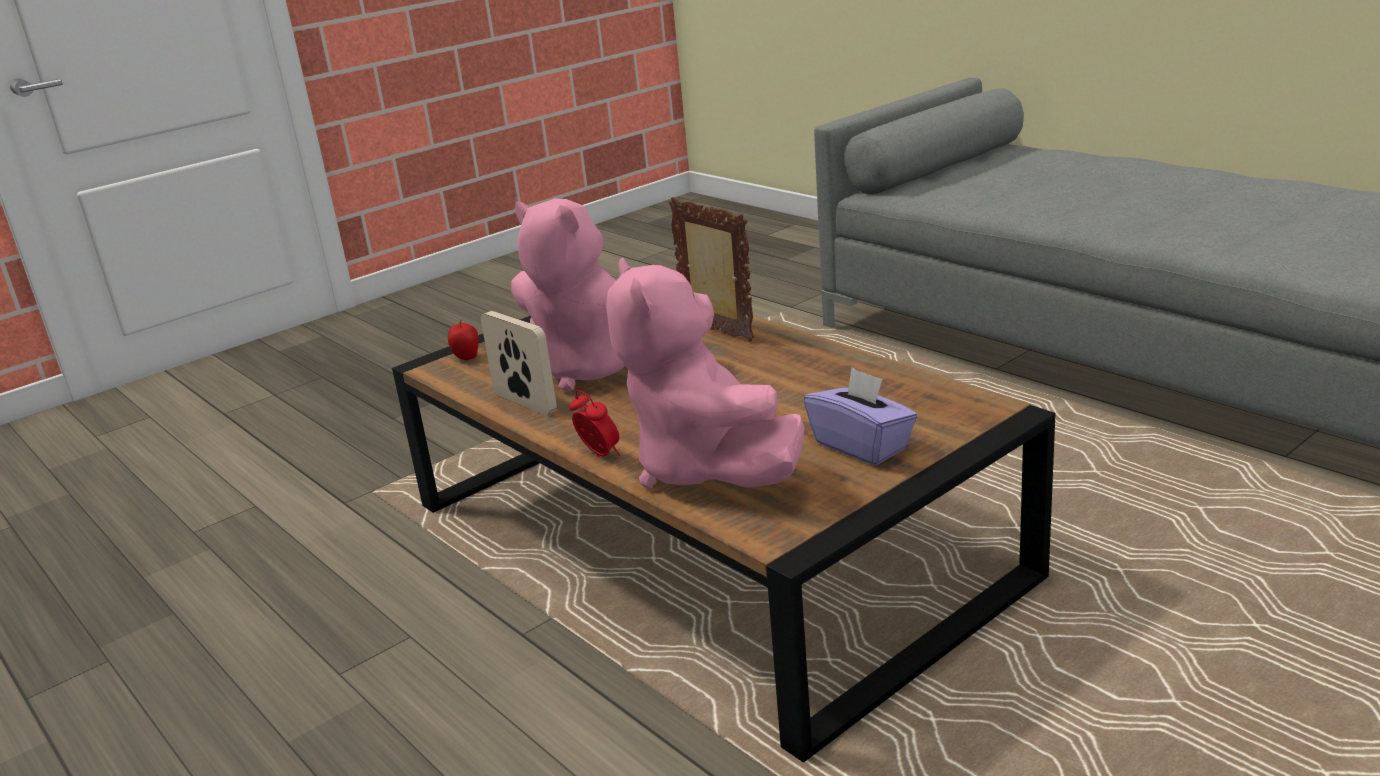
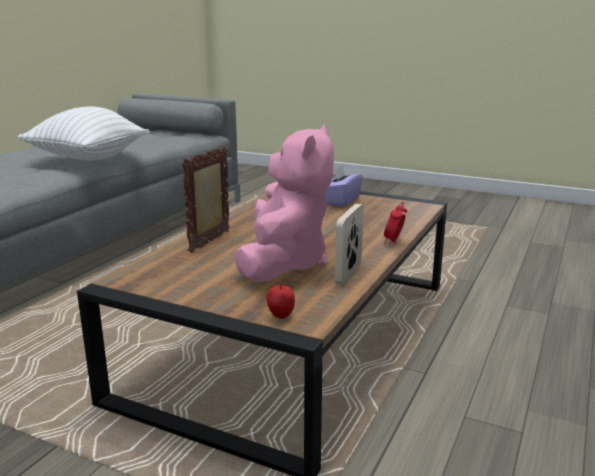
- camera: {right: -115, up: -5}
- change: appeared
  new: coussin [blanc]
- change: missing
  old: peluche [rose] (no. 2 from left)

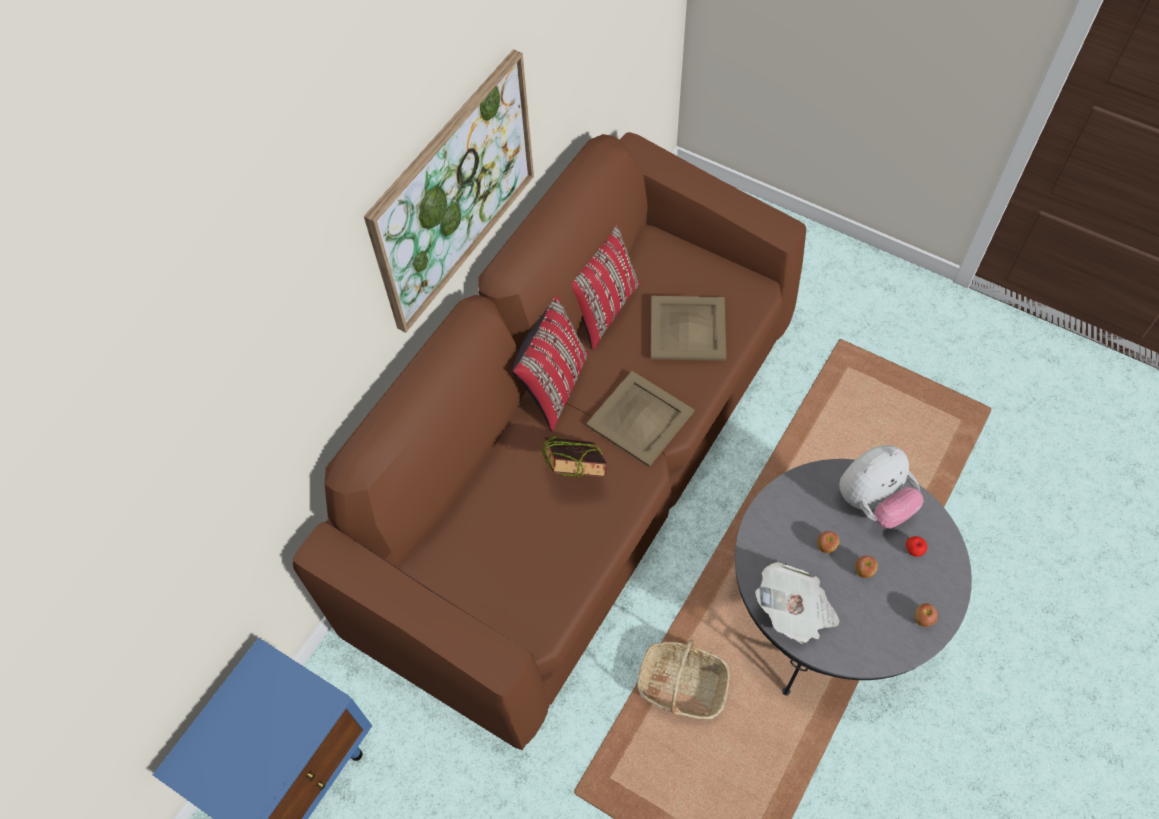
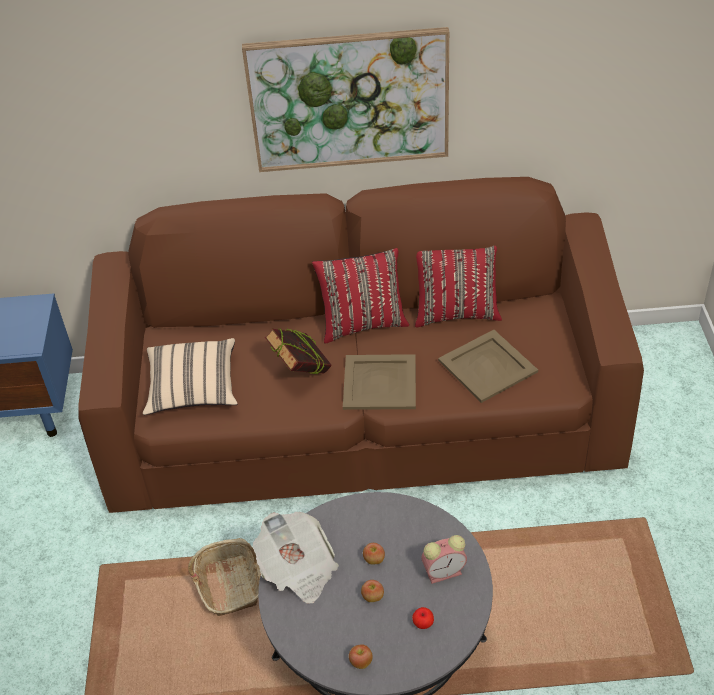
- camera: {right: 55, up: -15}
- change: appeared
  new: coussin [beige]
- change: exchanged
  old: peluche
  new: réveil

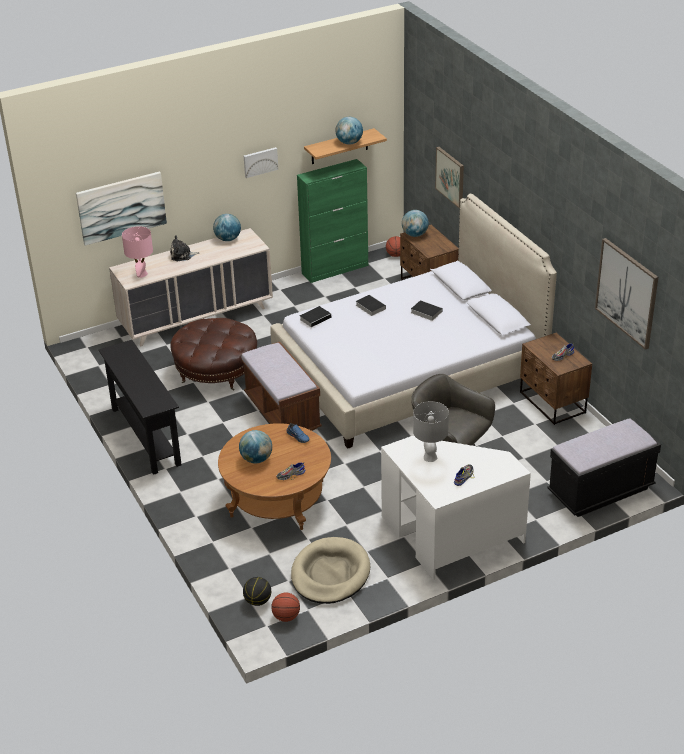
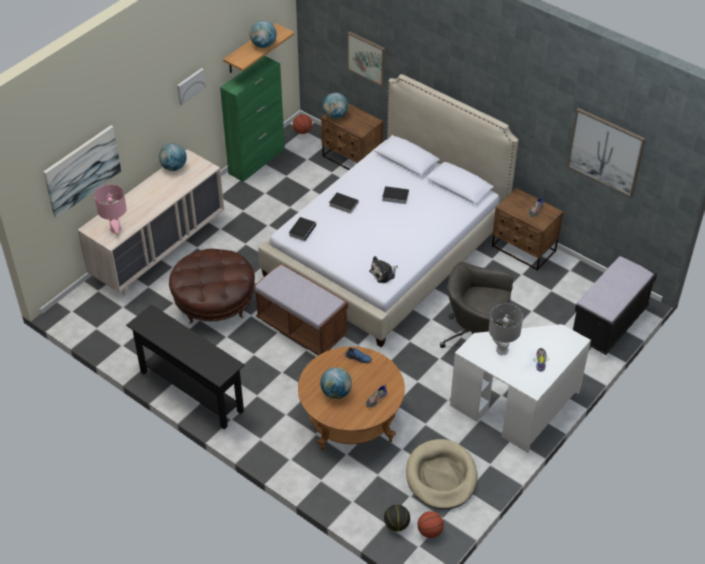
- camera: {right: -25, up: 10}
- change: relocated
  old: peluche

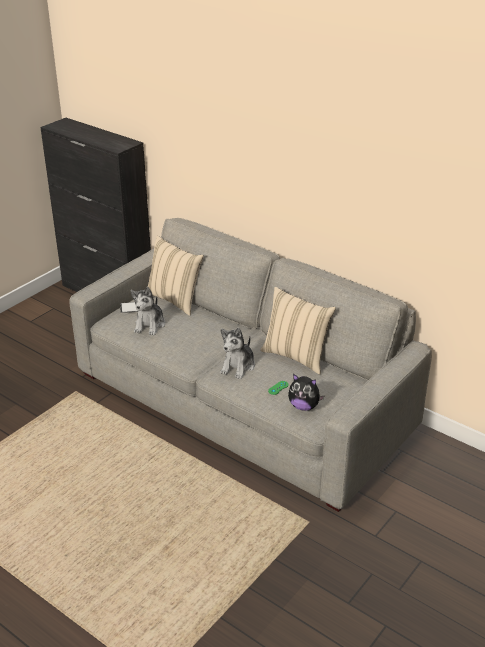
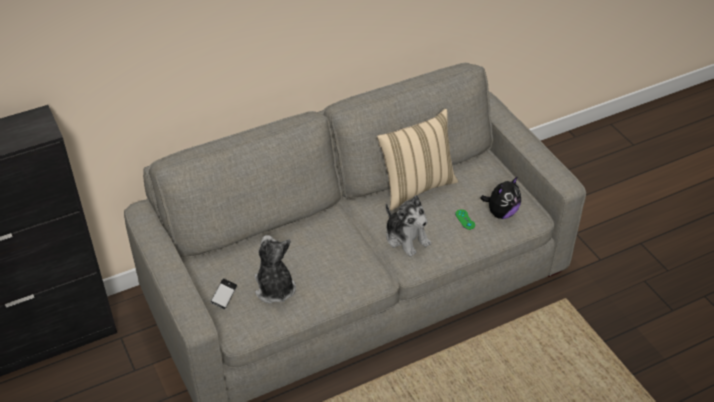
- camera: {right: -65, up: 10}
- change: spun
  old: peluche (no. 1 from left)
  degrees: -150
- change: missing
  old: coussin [beige] (no. 1 from left)

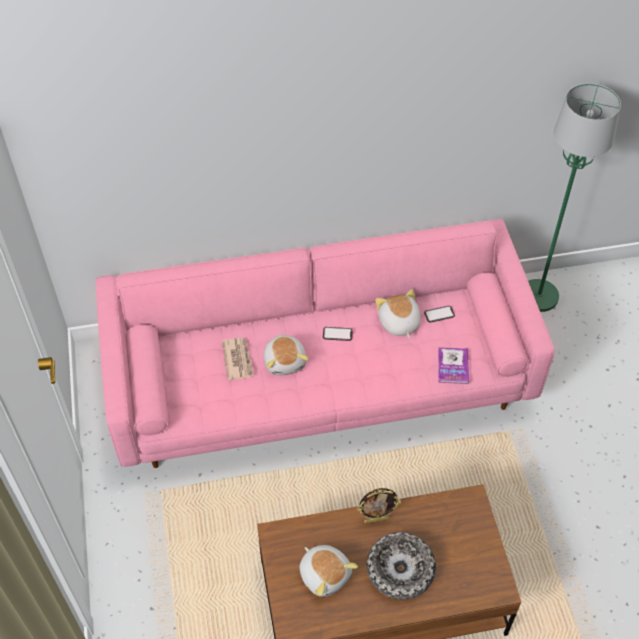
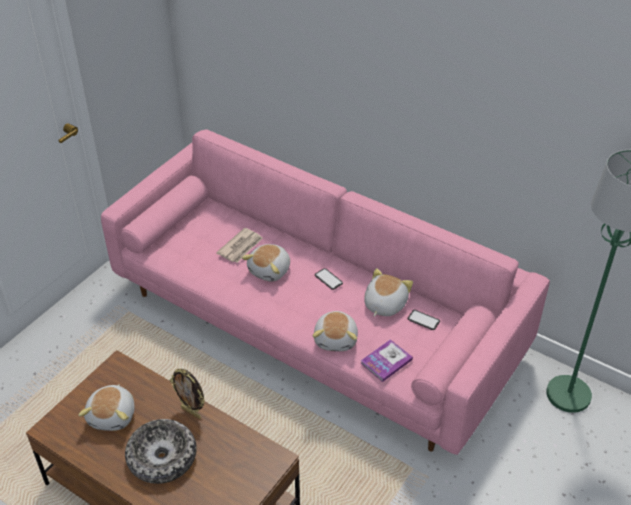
- camera: {right: 45, up: -10}
- change: appeared
  new: peluche (no. 3 from left)

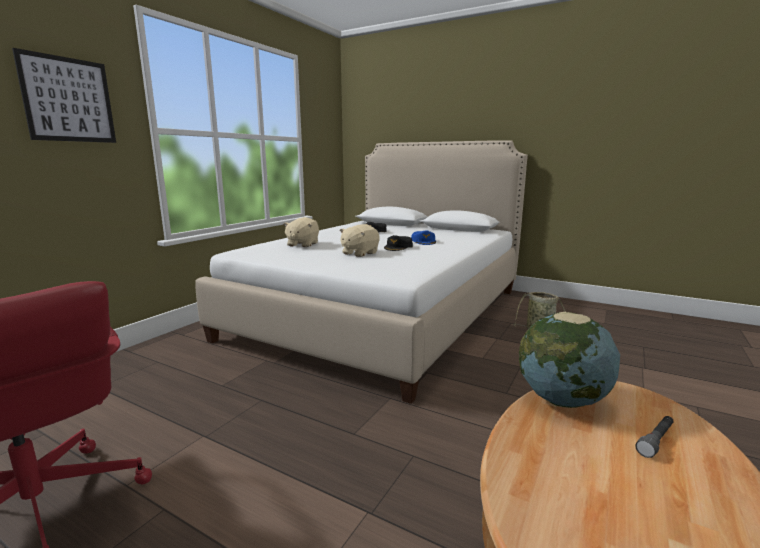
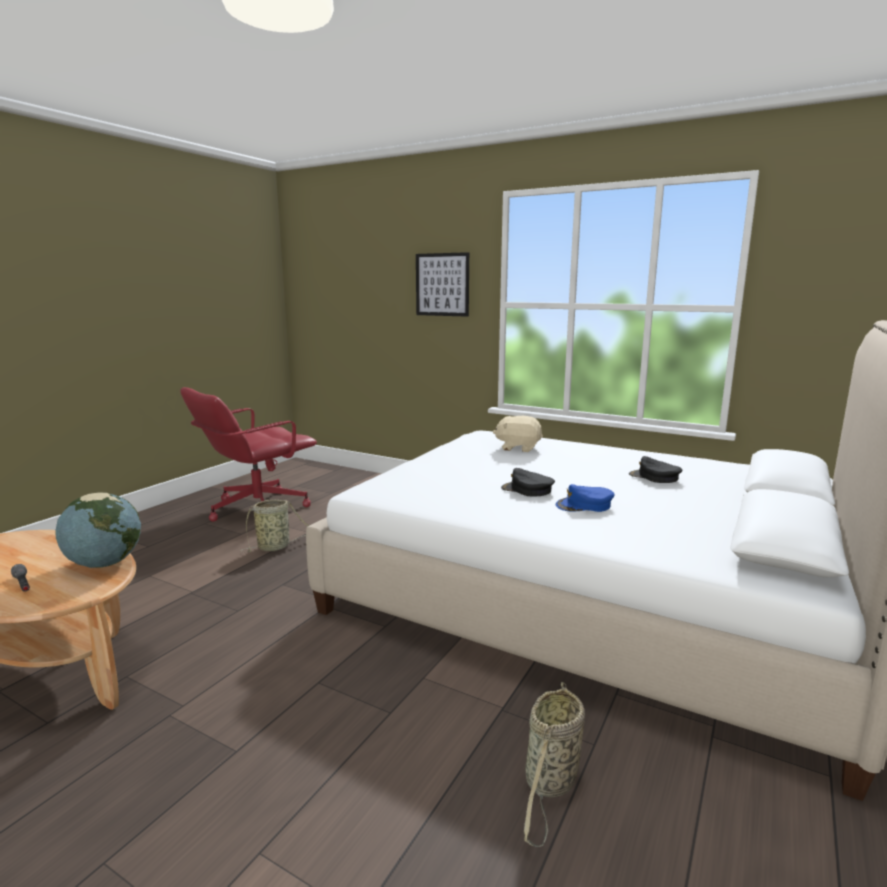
- camera: {right: 90, up: 0}
- change: appeared
  new: panier (no. 1 from left)
- change: missing
  old: peluche [beige] (no. 2 from left)

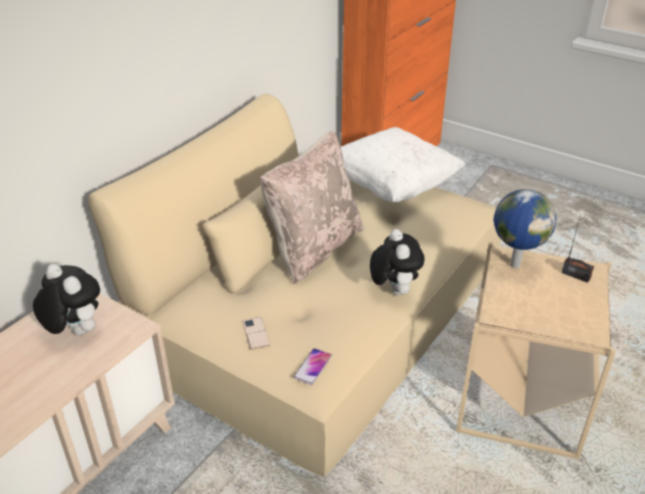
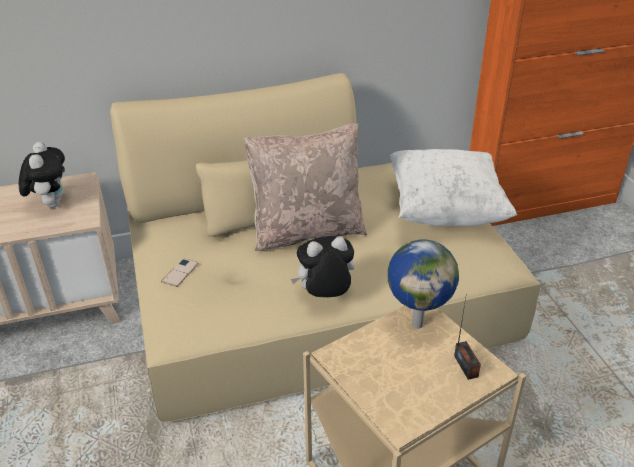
- camera: {right: 40, up: 0}
- change: spun
  old: peluche (no. 2 from left)
  degrees: -135
- change: missing
  old: téléphone (no. 2 from left)

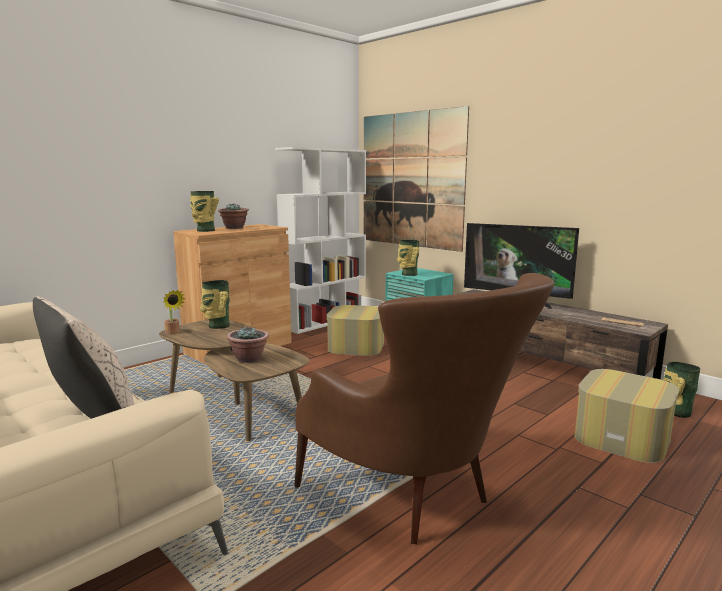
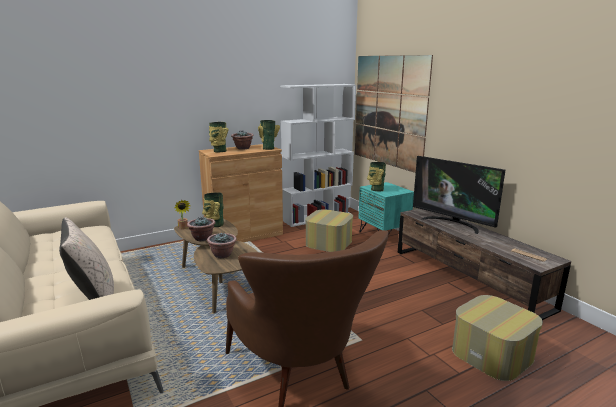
- camera: {right: 15, up: 5}
- change: appeared
  new: plante en pot (no. 2 from left)
- change: relocated
  old: vase (no. 4 from left in the first image)
  new: vase (no. 3 from left)

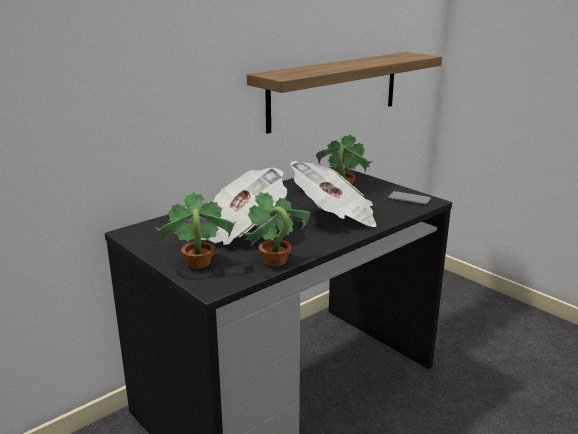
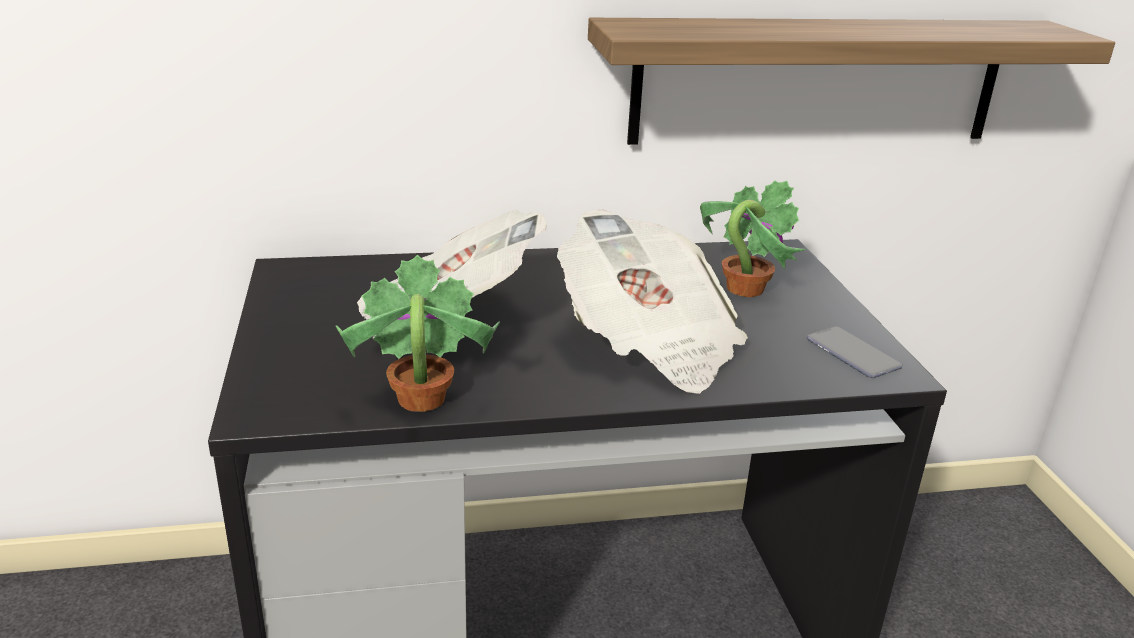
- camera: {right: 30, up: 5}
- change: missing
  old: plante en pot (no. 1 from left)

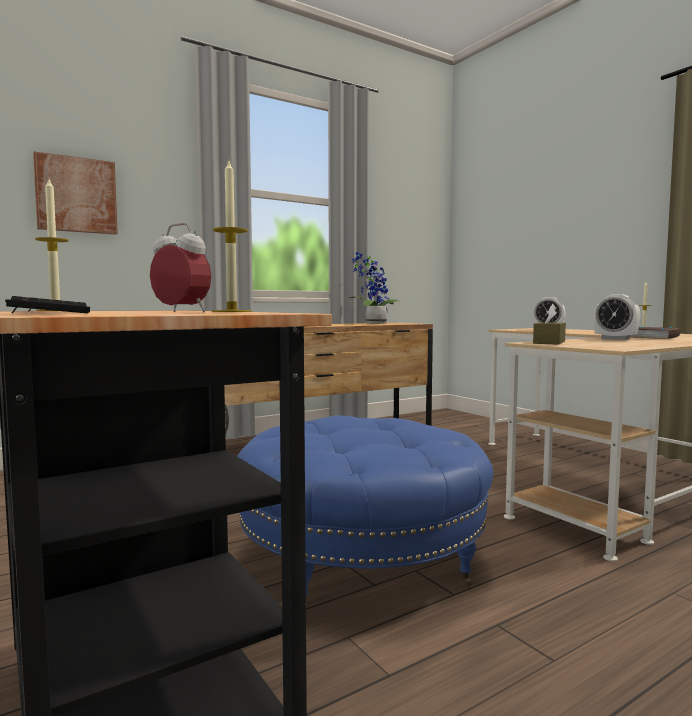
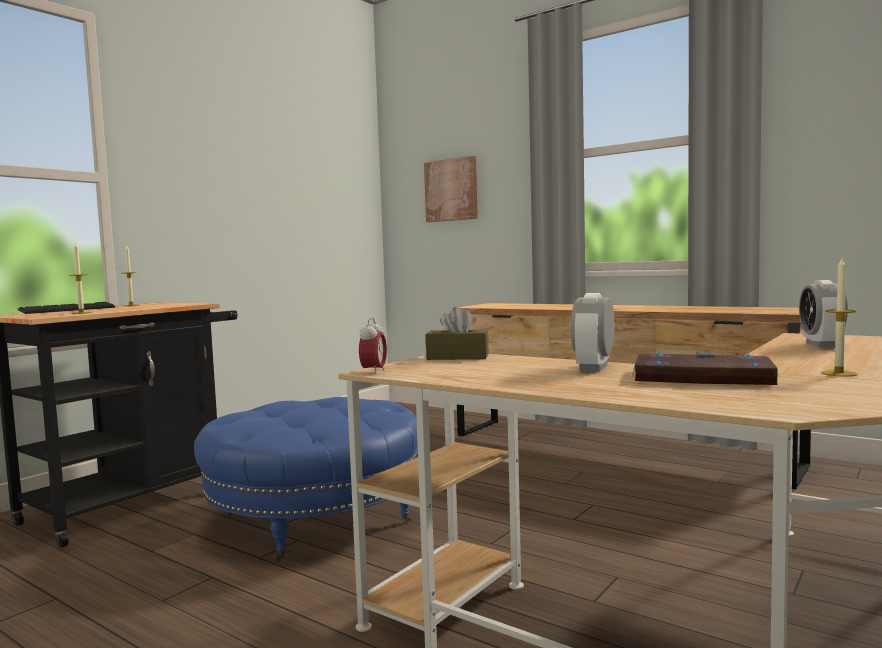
- camera: {right: 70, up: 0}
- change: relocated
  old: réveil (no. 1 from left)
- change: missing
  old: plante en pot

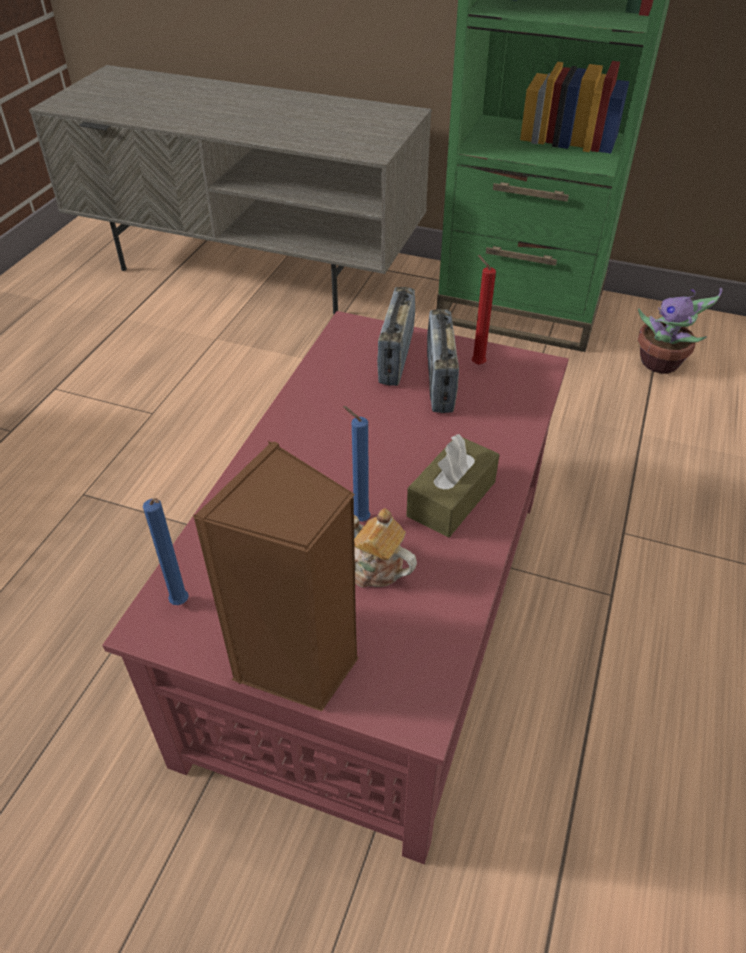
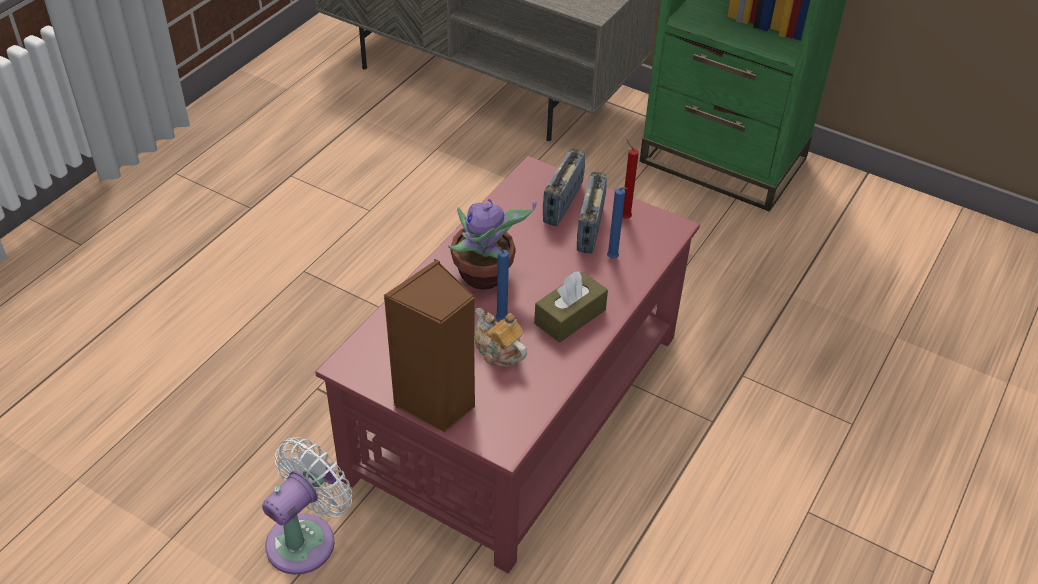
- camera: {right: 10, up: 0}
- change: appeared
  new: ventilateur [blanc]
- change: relocated
  old: plante en pot
- change: relocated
  old: bougie [bleu] (no. 1 from left in the first image)
  new: bougie [bleu] (no. 2 from left)

